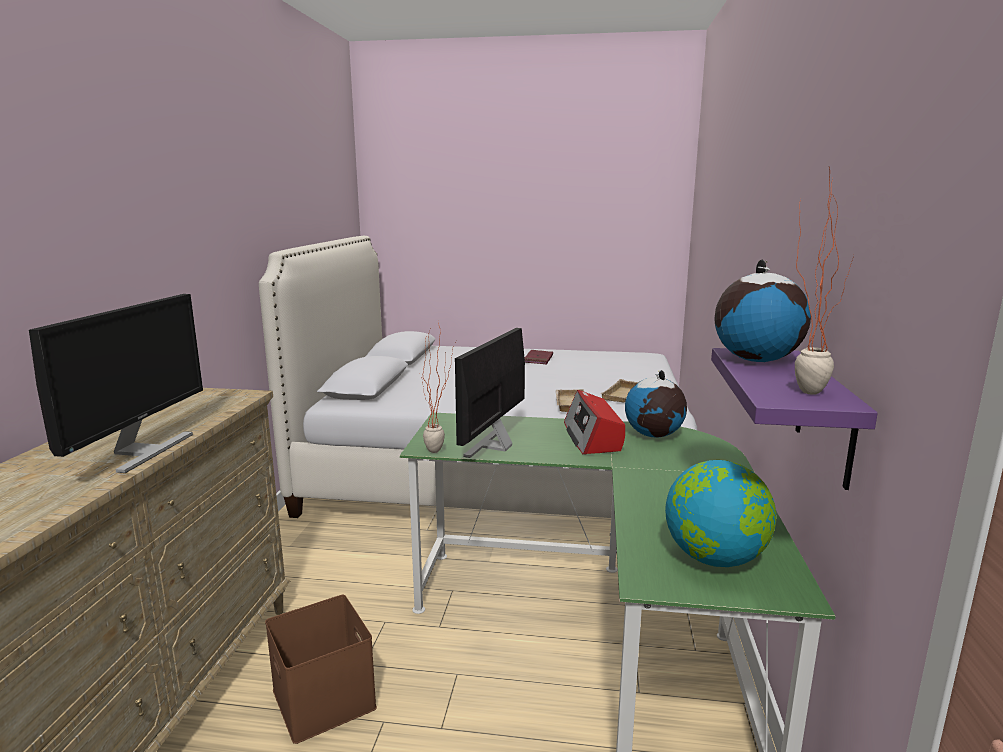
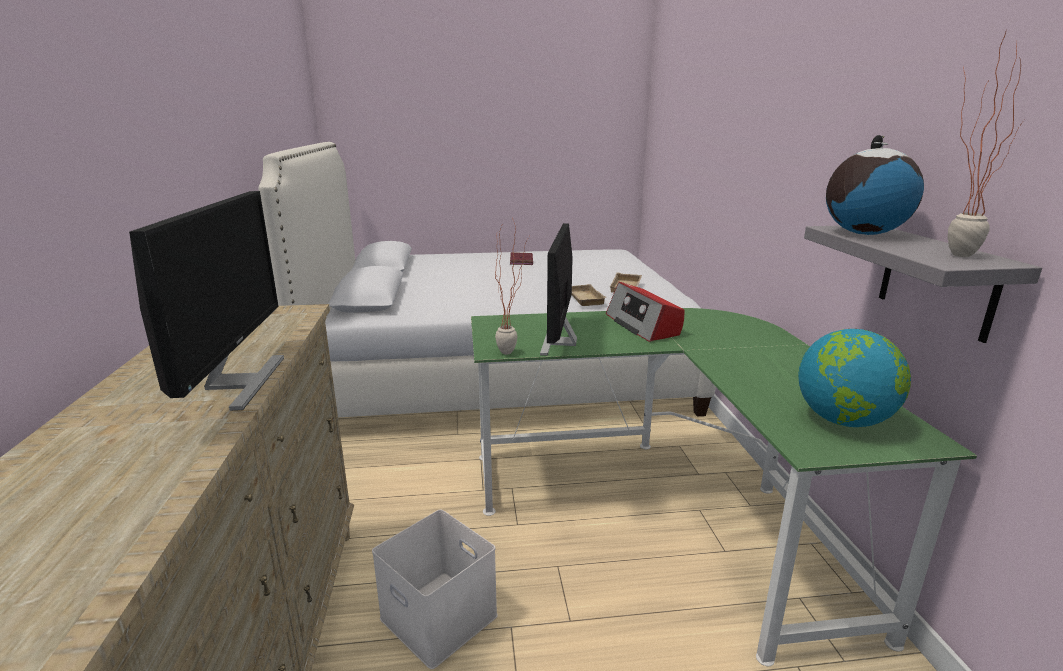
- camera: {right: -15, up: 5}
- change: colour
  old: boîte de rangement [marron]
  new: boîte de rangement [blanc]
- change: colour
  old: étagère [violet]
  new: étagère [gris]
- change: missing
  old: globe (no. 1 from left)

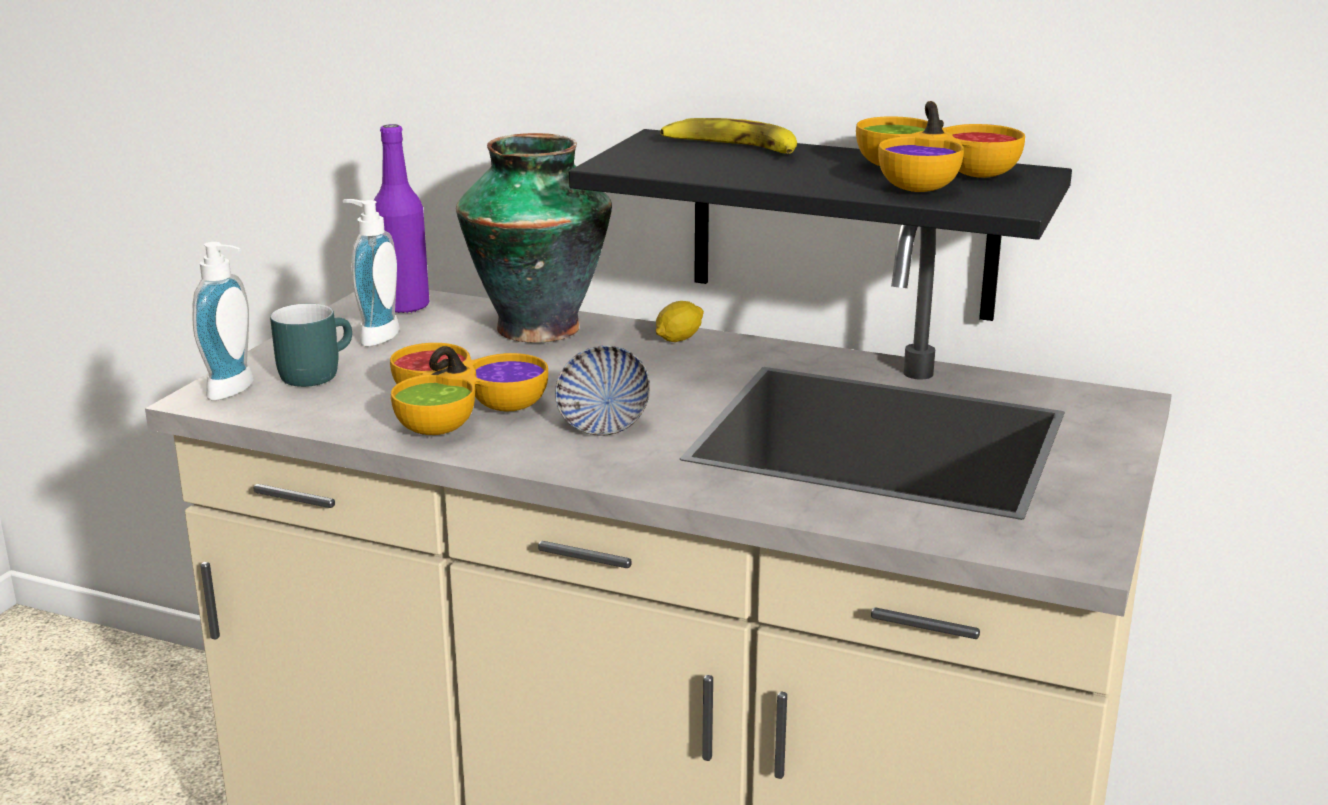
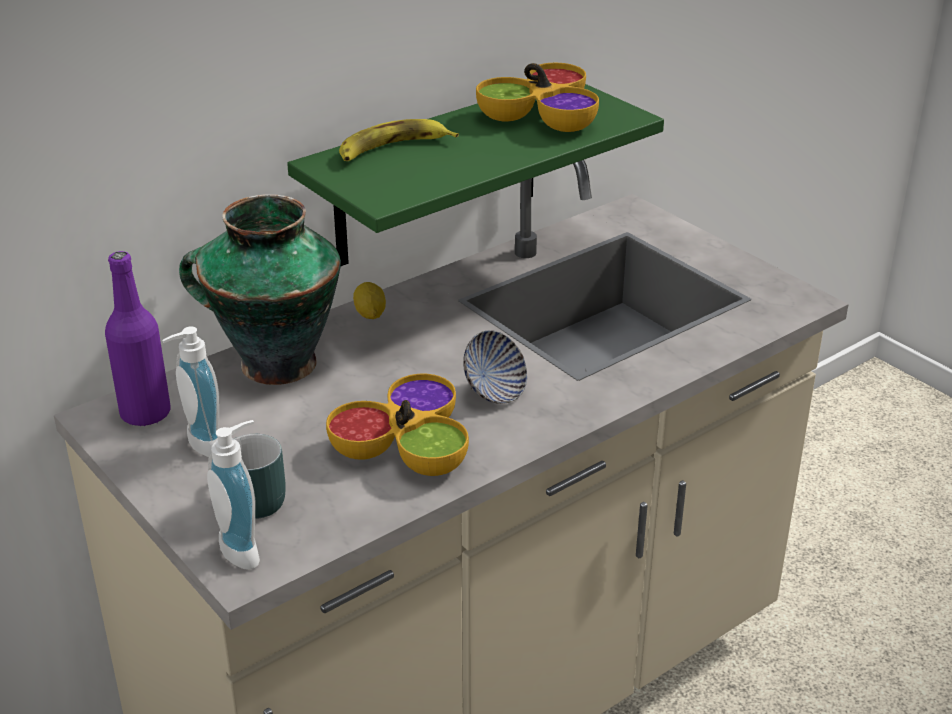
- camera: {right: -60, up: 10}
- change: colour
  old: étagère [noir]
  new: étagère [vert]

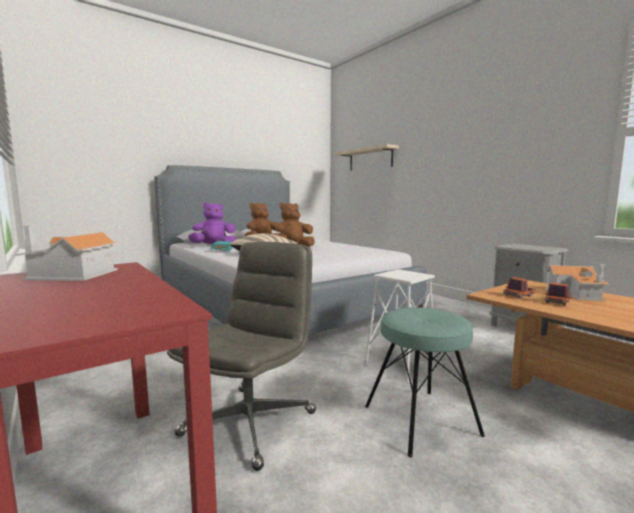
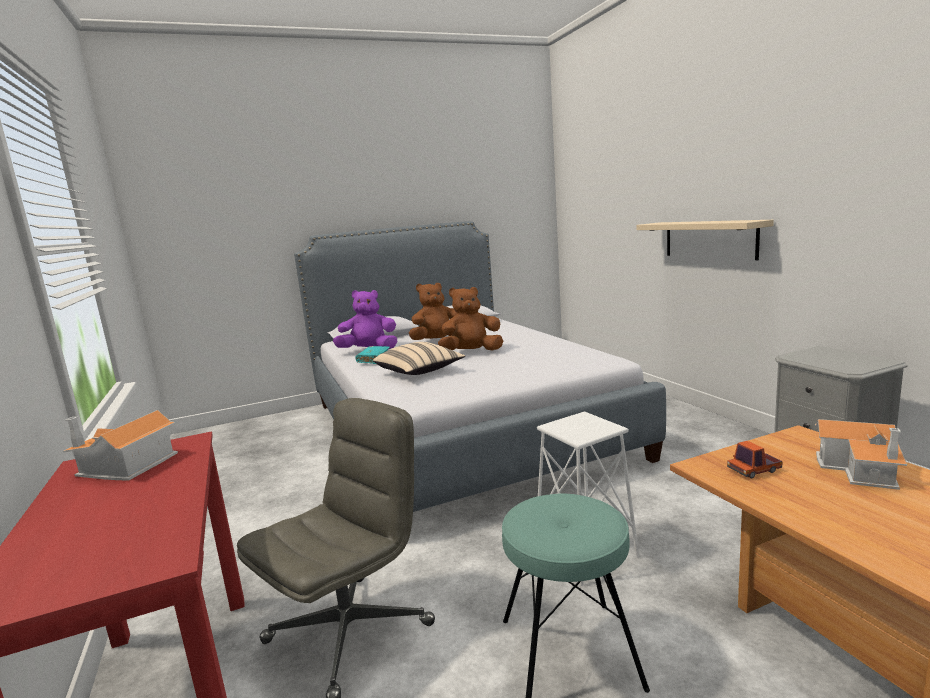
- camera: {right: 15, up: 5}
- change: relocated
  old: étagère [beige]
- change: missing
  old: camion jouet (no. 2 from left)

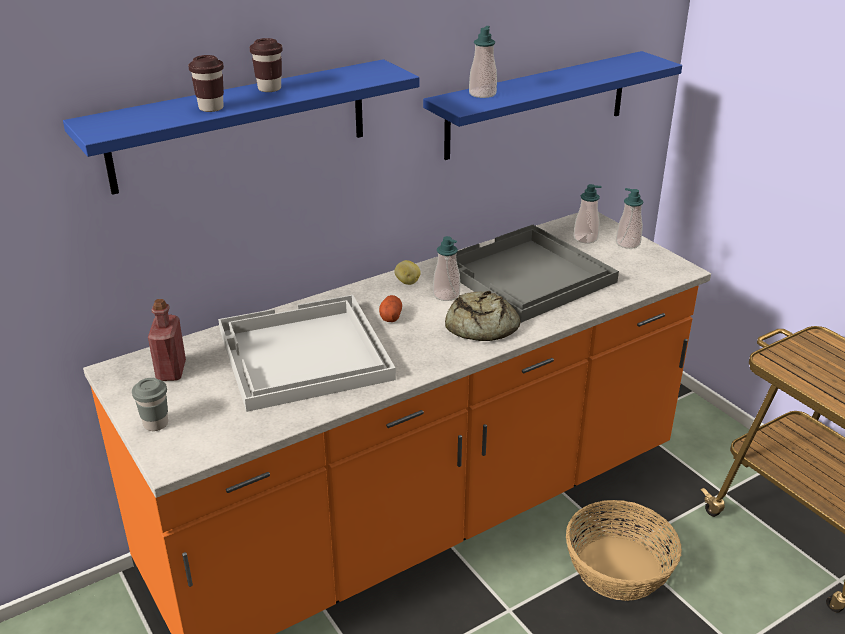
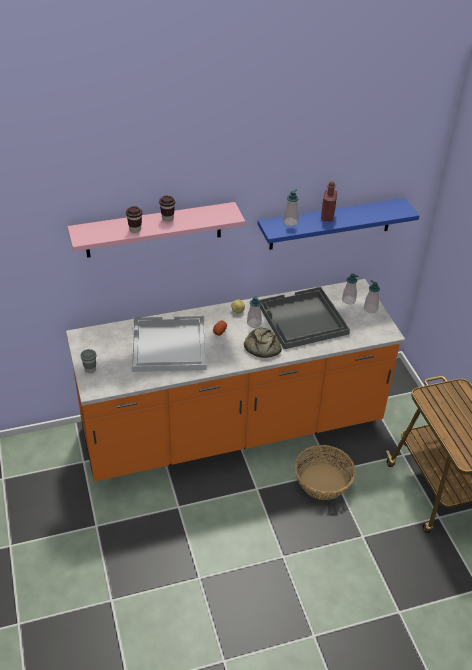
- camera: {right: 15, up: 10}
- change: colour
  old: étagère [bleu] (no. 1 from left)
  new: étagère [rose]
- change: relocated
  old: bouteille [rouge]

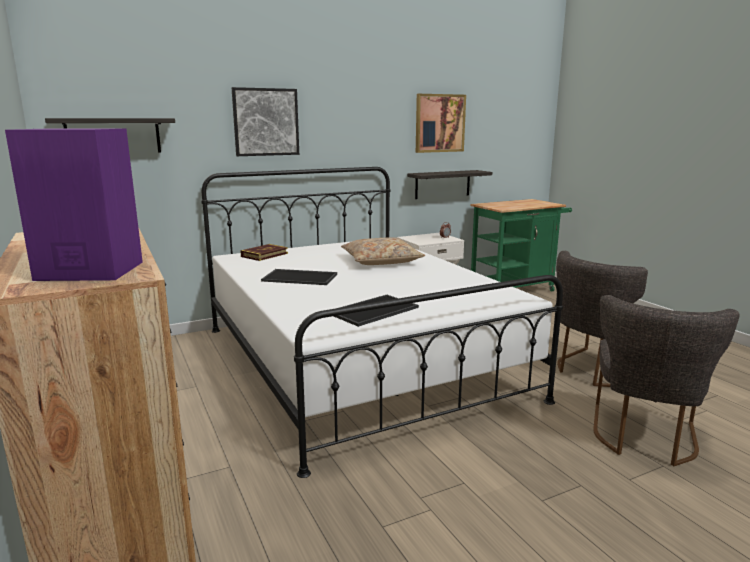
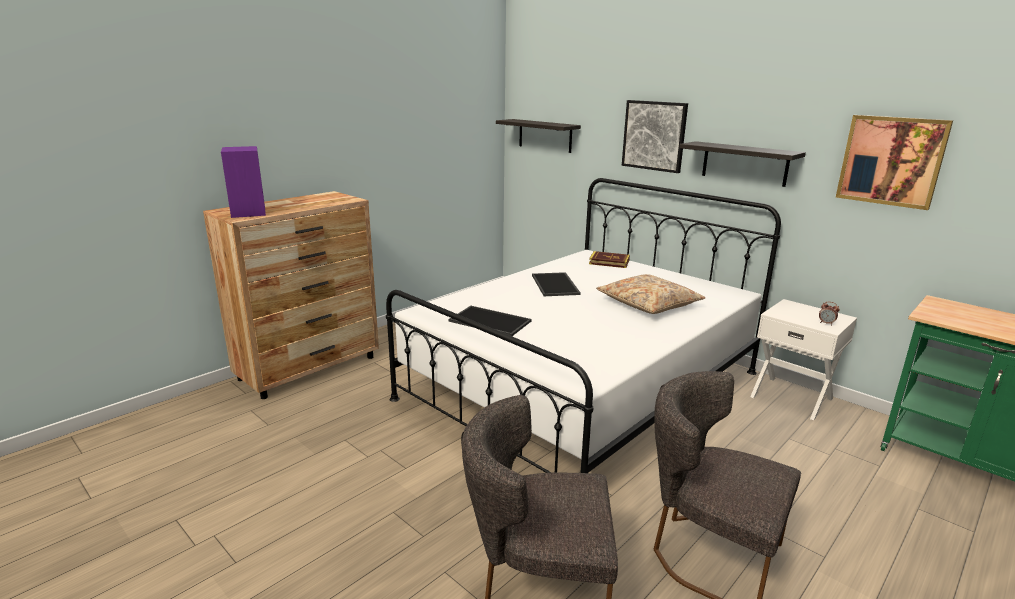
- camera: {right: 70, up: 5}
- change: relocated
  old: étagère (no. 2 from left)

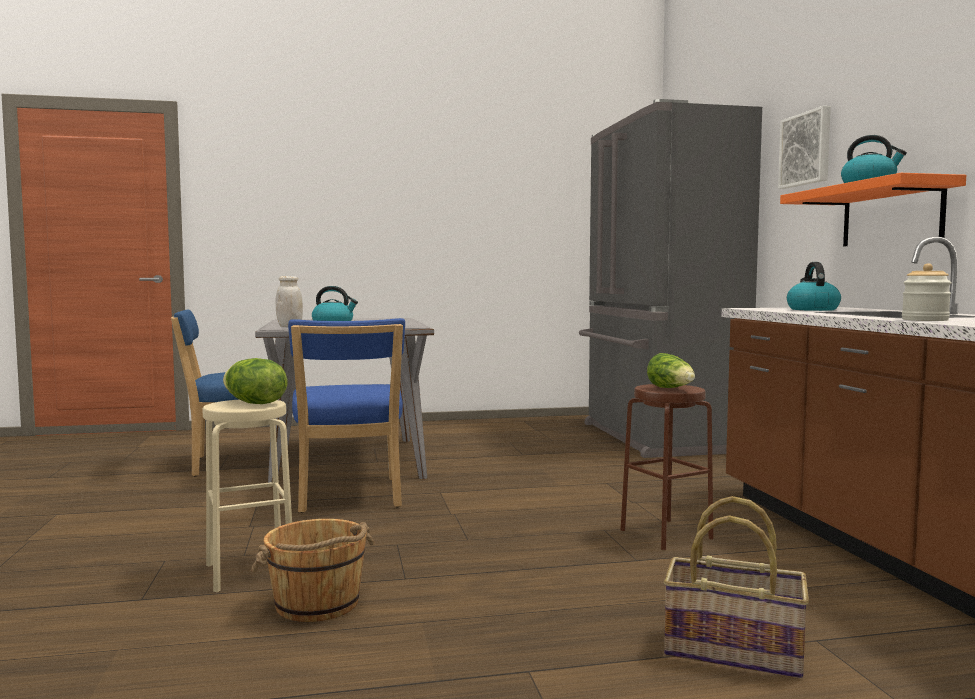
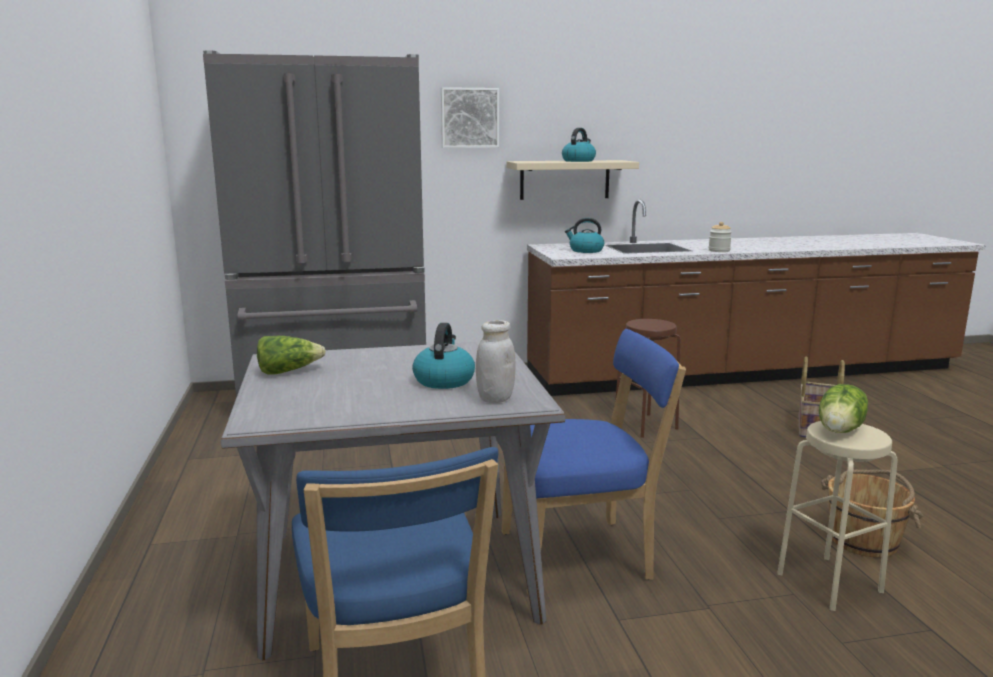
- camera: {right: -90, up: 10}
- change: relocated
  old: laitue (no. 2 from left in the first image)
  new: laitue (no. 1 from left)
- change: colour
  old: étagère [orange]
  new: étagère [beige]

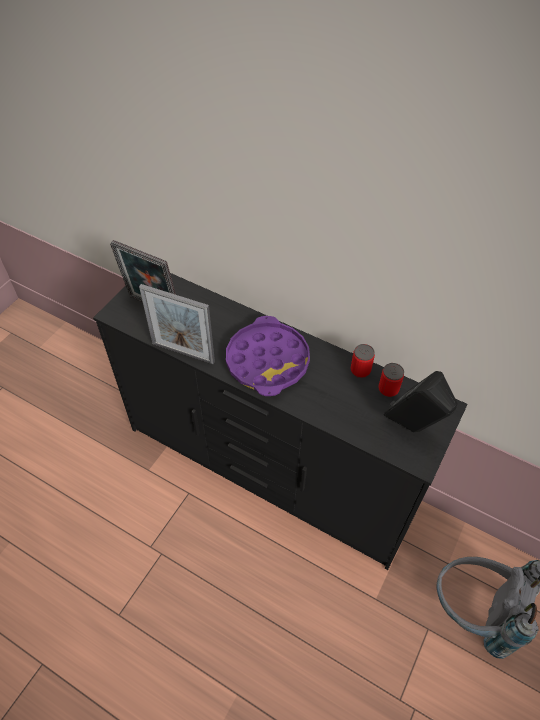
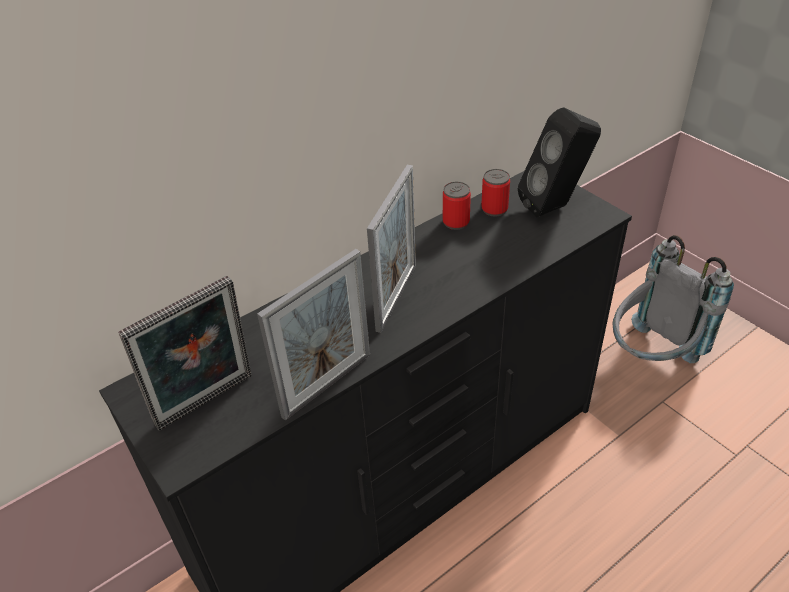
- camera: {right: -65, up: -10}
- change: exchanged
  old: plateau [violet]
  new: cadre photo (no. 3 from left)

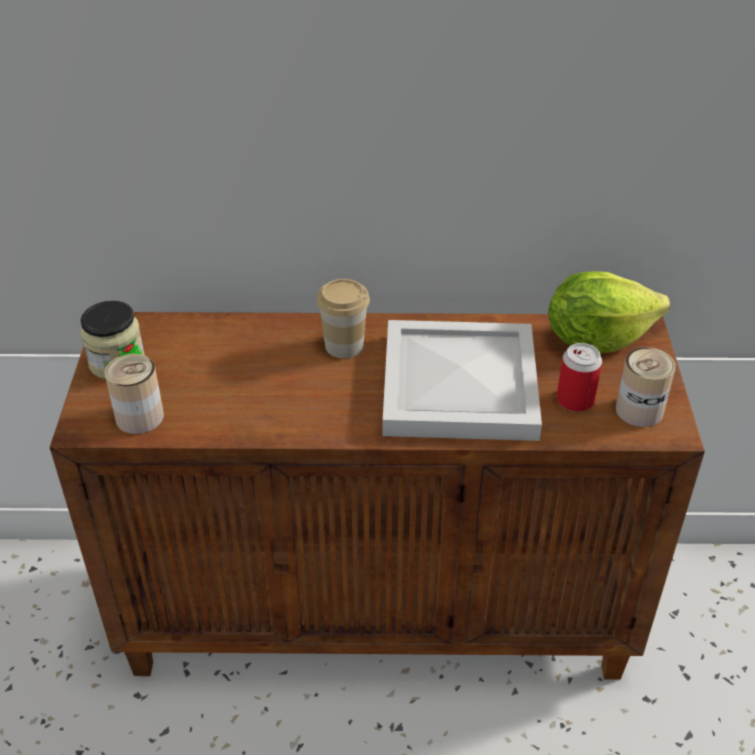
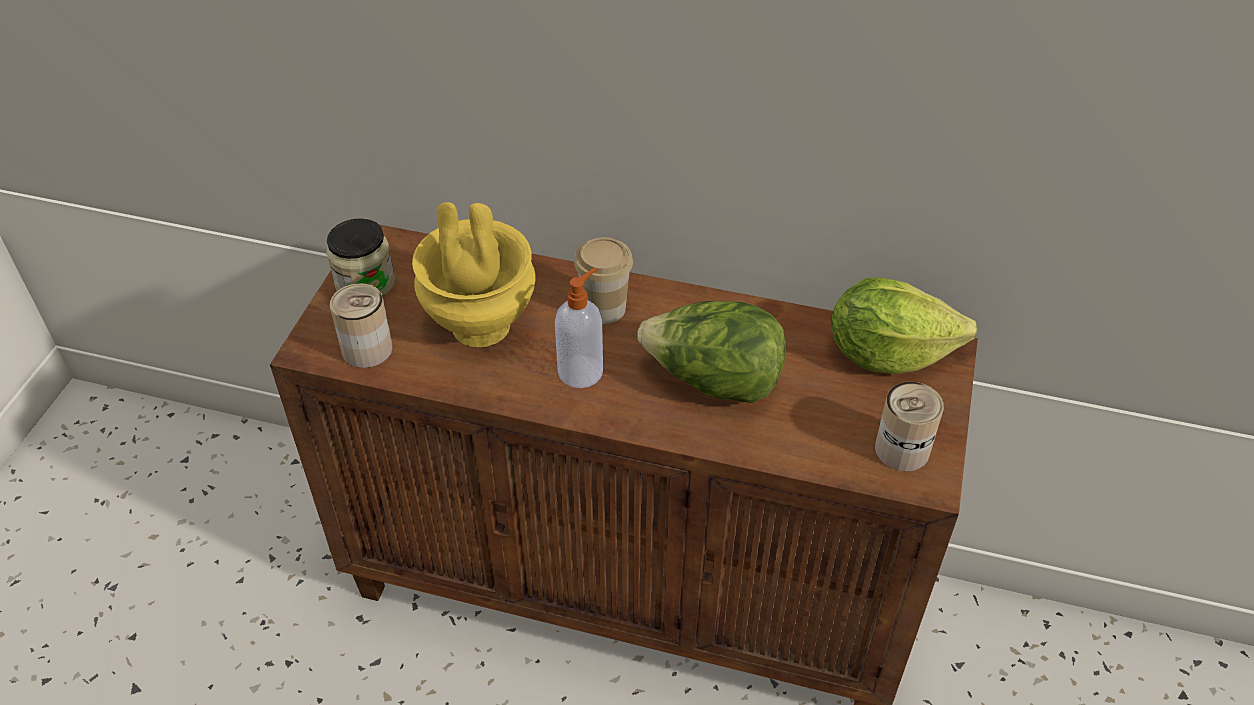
- camera: {right: 15, up: 5}
- change: appeared
  new: vase [jaune]
- change: appeared
  new: distributeur de savon
- change: exchanged
  old: plateau [blanc]
  new: laitue (no. 1 from left)
- change: missing
  old: boîte métallique (no. 2 from left)

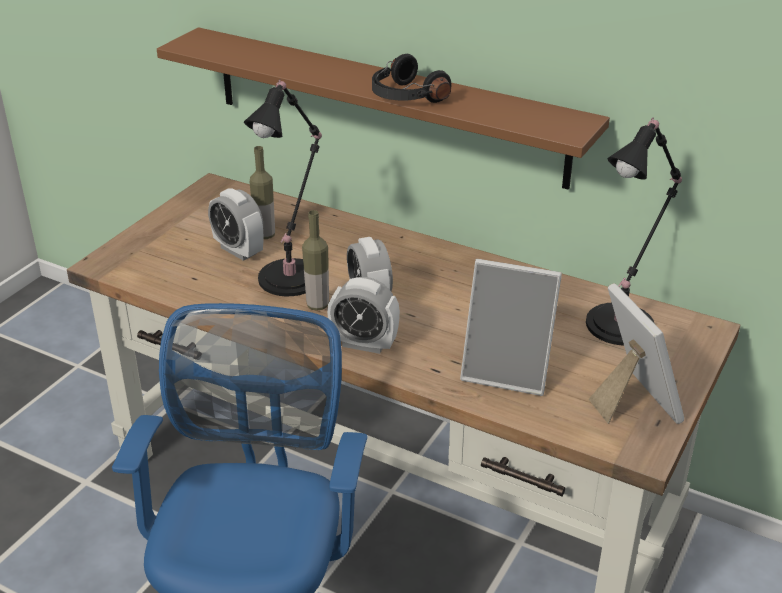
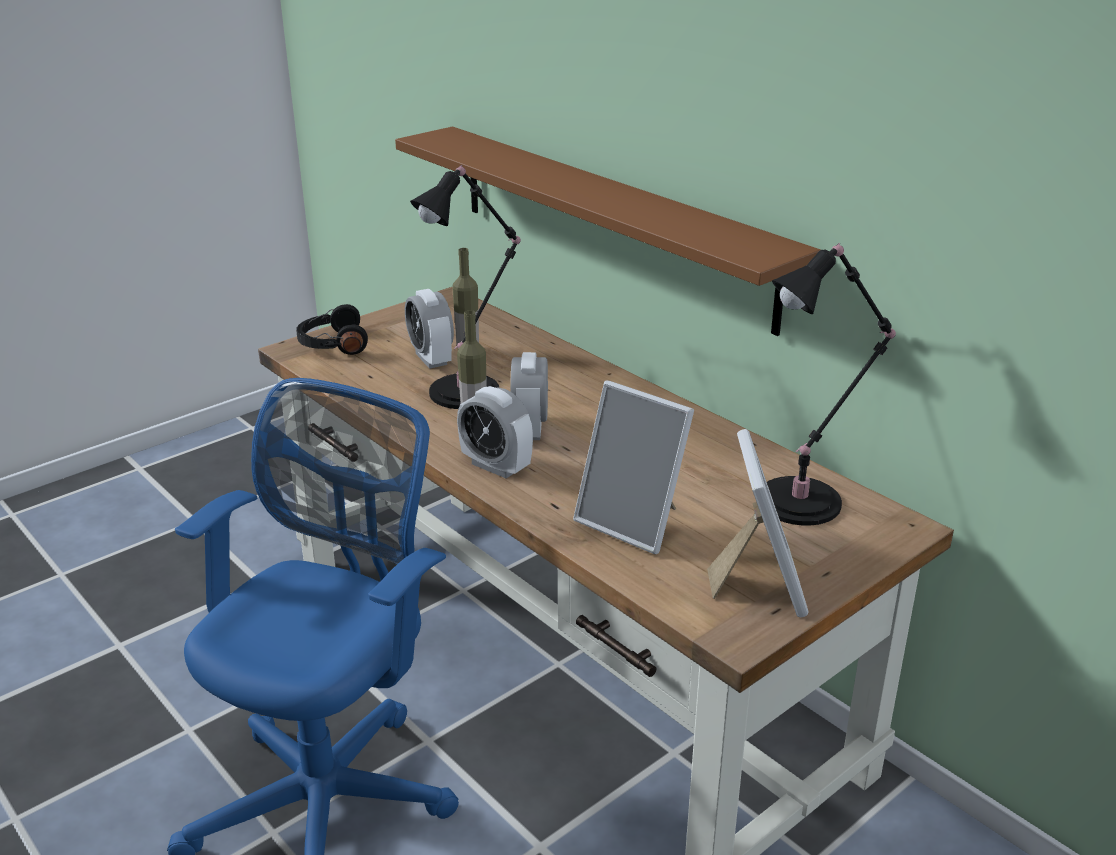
- camera: {right: 20, up: -5}
- change: relocated
  old: casque audio [noir]

